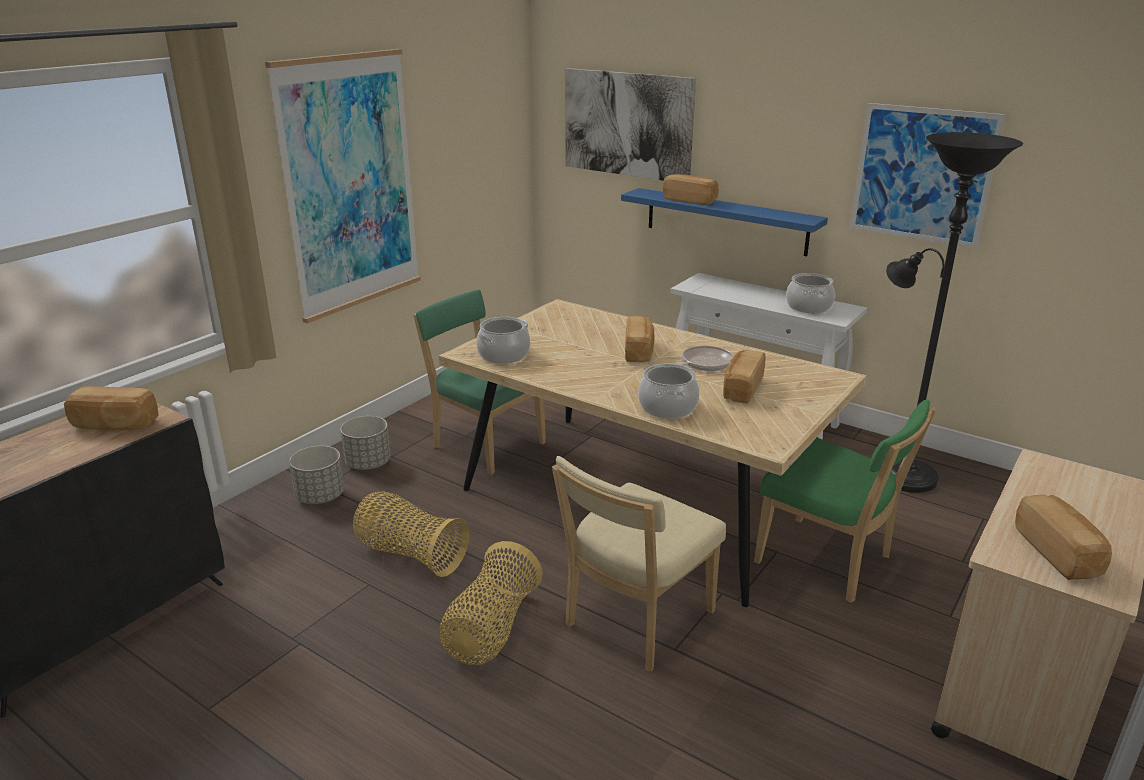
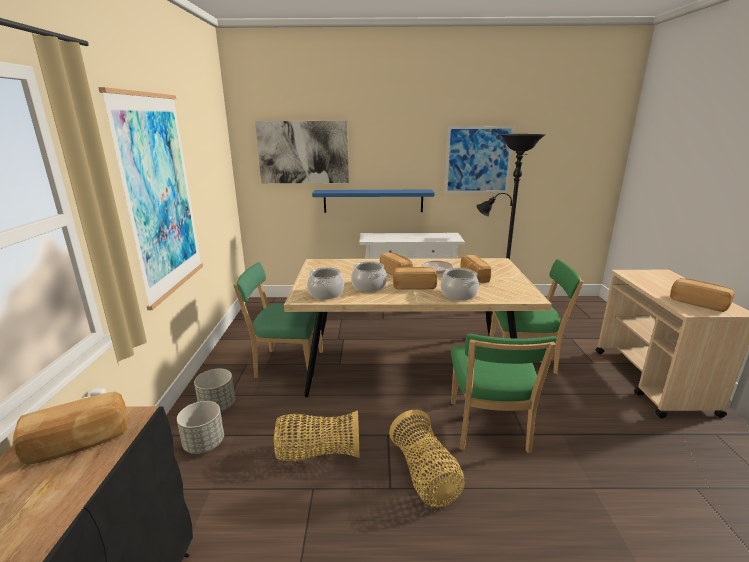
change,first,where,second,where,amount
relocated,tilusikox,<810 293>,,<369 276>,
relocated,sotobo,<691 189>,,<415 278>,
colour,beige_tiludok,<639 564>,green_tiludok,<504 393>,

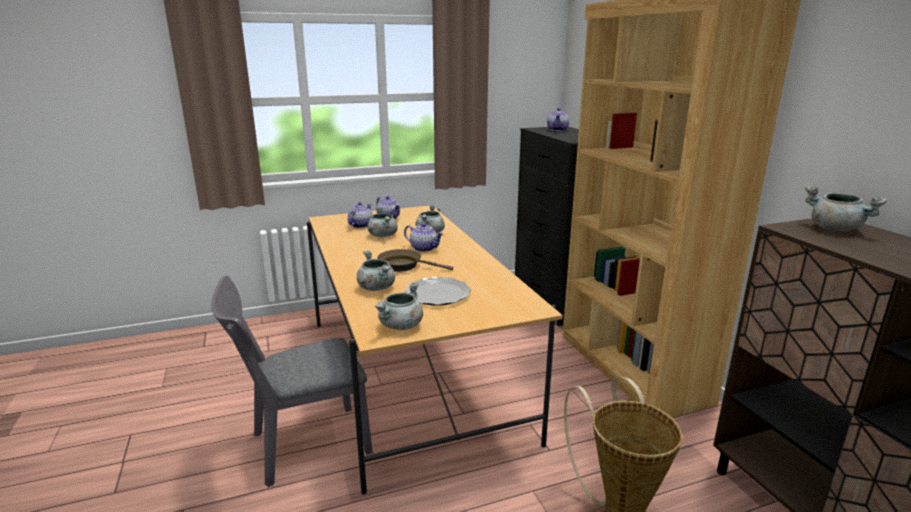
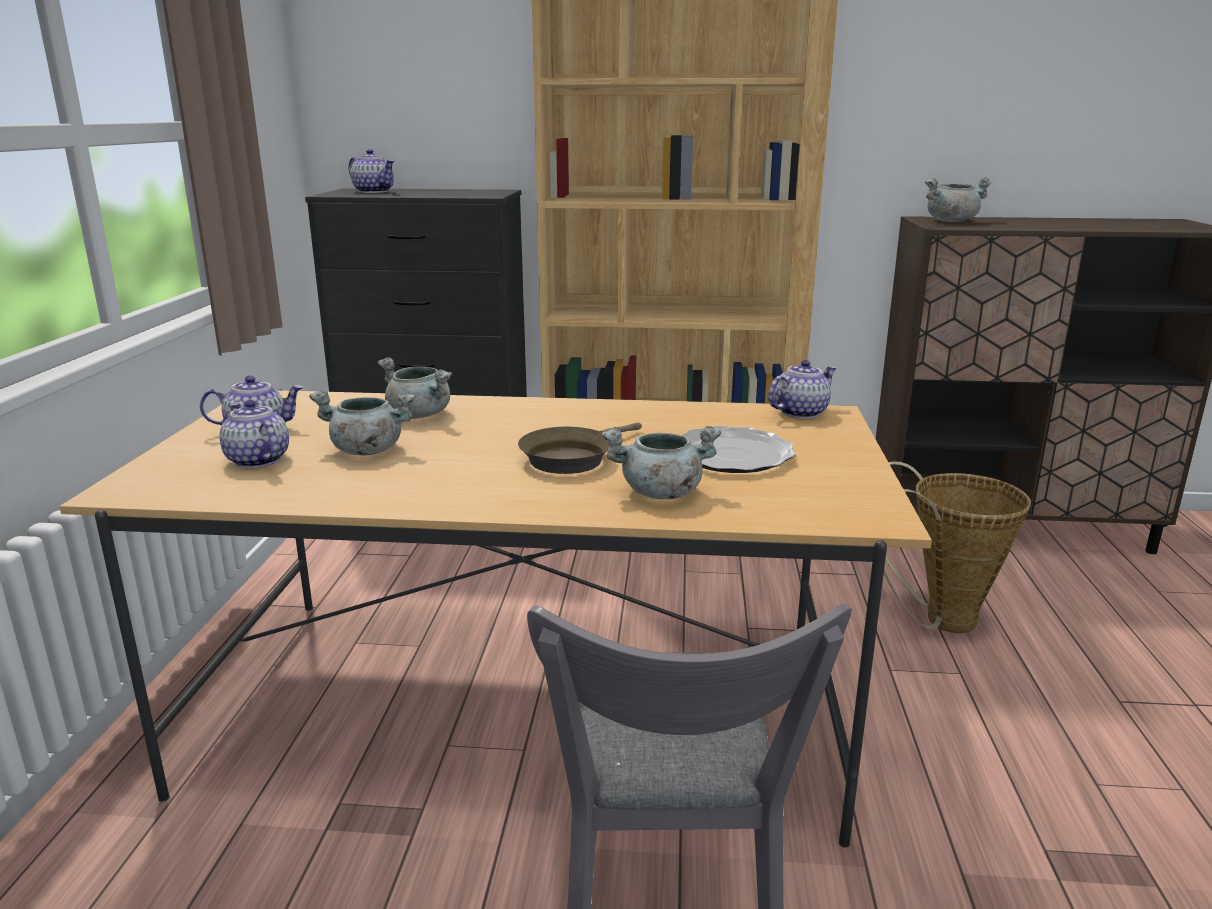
change,first,where,second,where,amount
relocated,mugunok,<424 237>,,<802 389>,
missing,grey_tilusikox,<399 306>,,,

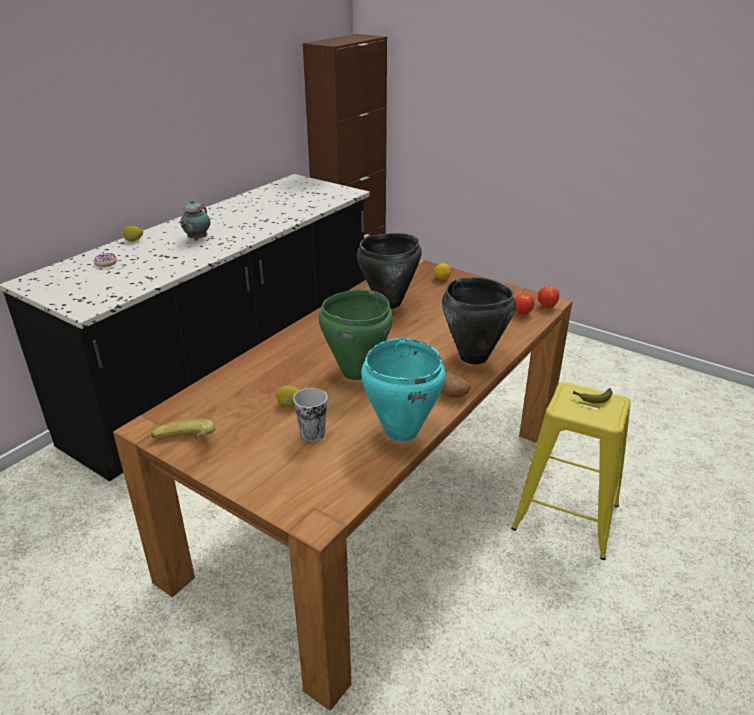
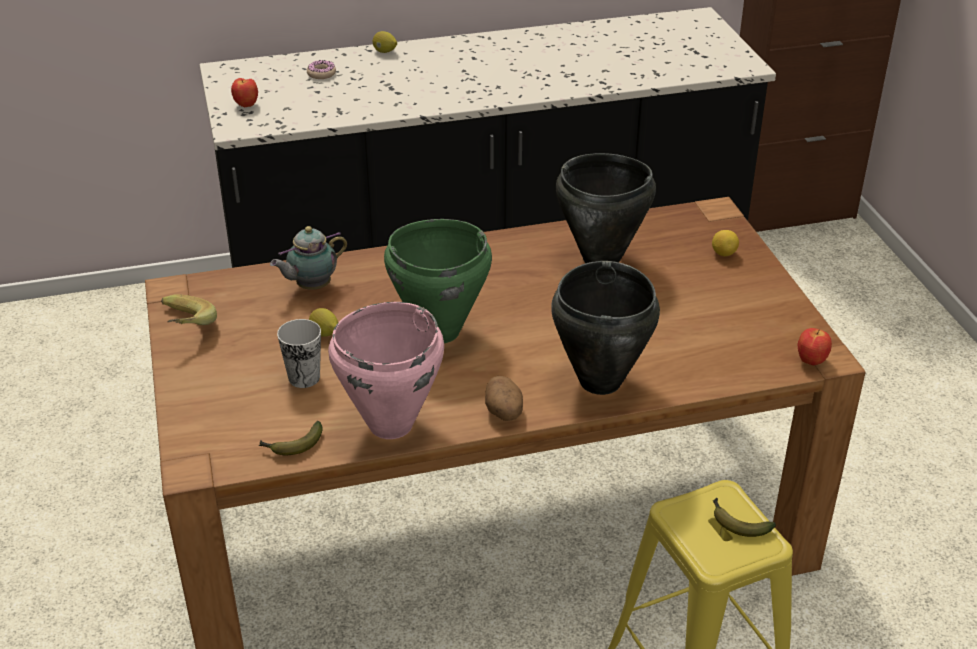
change,first,where,second,where,amount
relocated,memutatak,<524 304>,,<244 92>,
appeared,,,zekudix,<290 438>,
relocated,mugunok,<195 219>,,<308 258>,
colour,turquoise_tilusikox,<403 390>,pink_tilusikox,<386 370>,

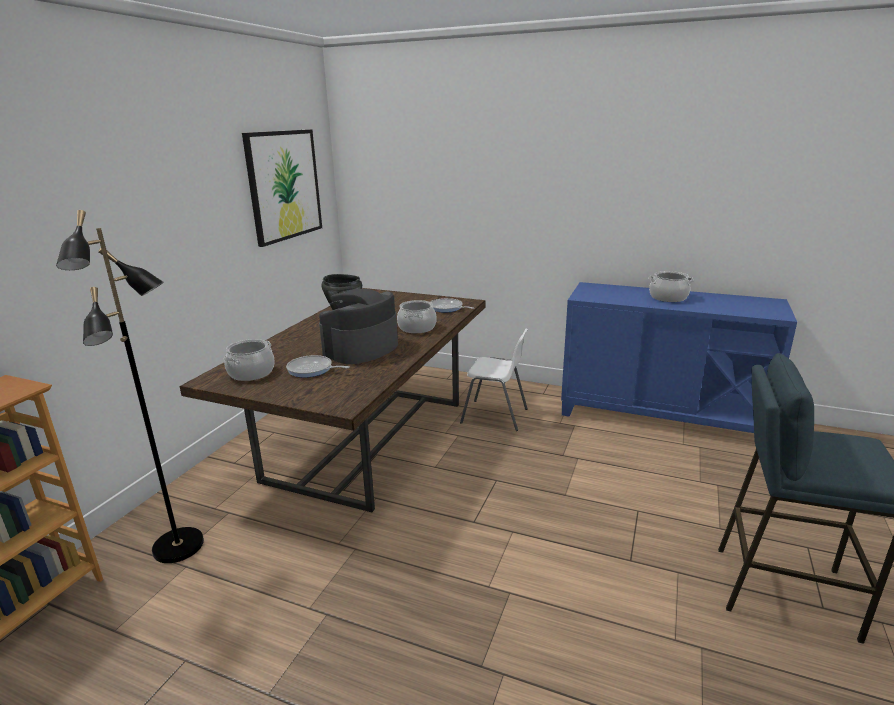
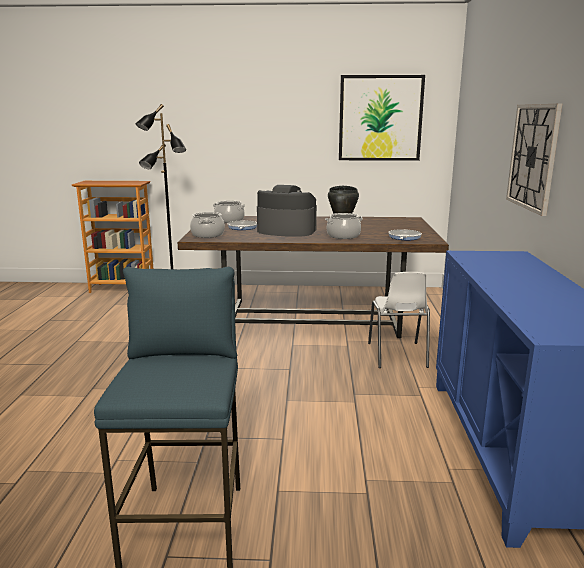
change,first,where,second,where,amount
relocated,tilusikox,<671 286>,,<207 225>,
appeared,,,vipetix,<534 160>,

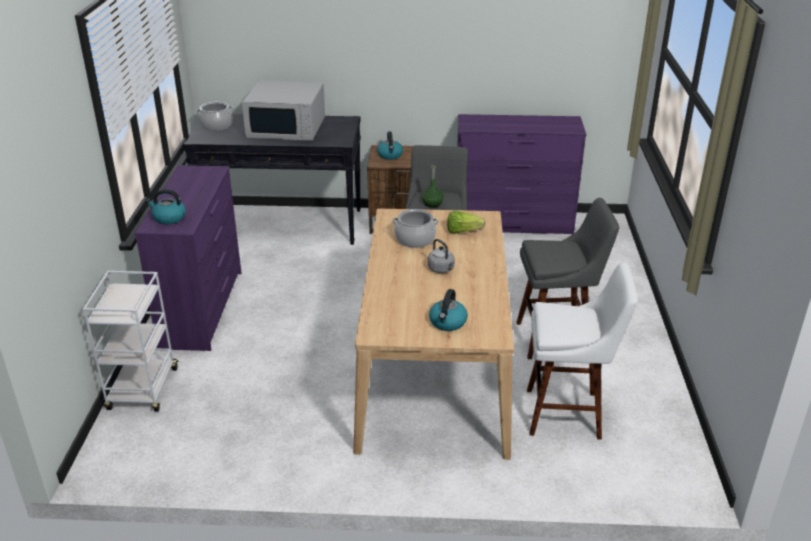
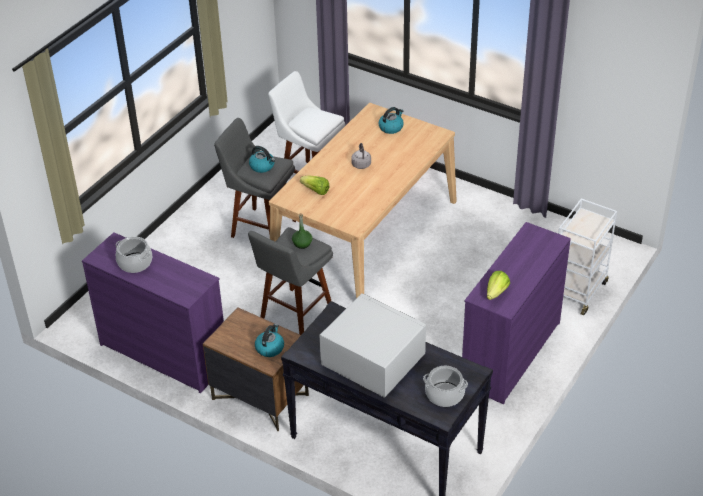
change,first,where,second,where,amount
relocated,tilusikox,<415 228>,,<134 255>,
relocated,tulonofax,<166 206>,,<262 159>,
appeared,,,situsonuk,<498 285>,

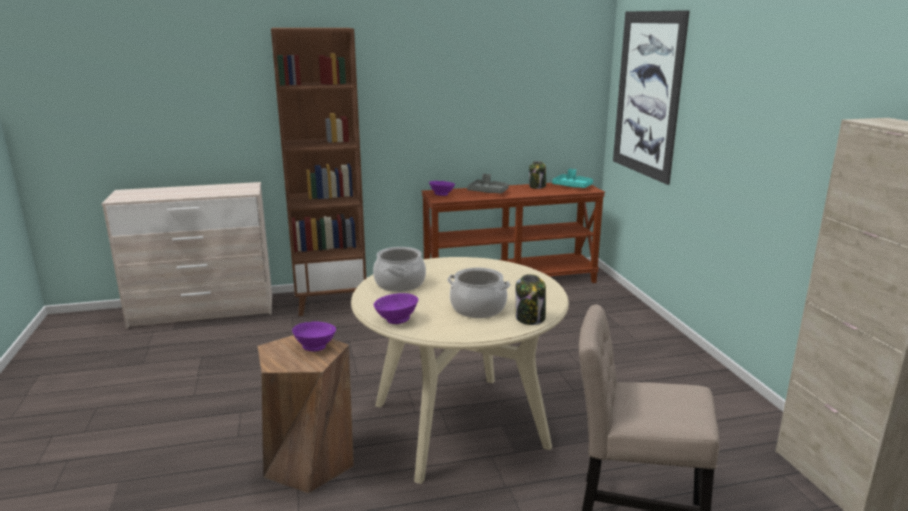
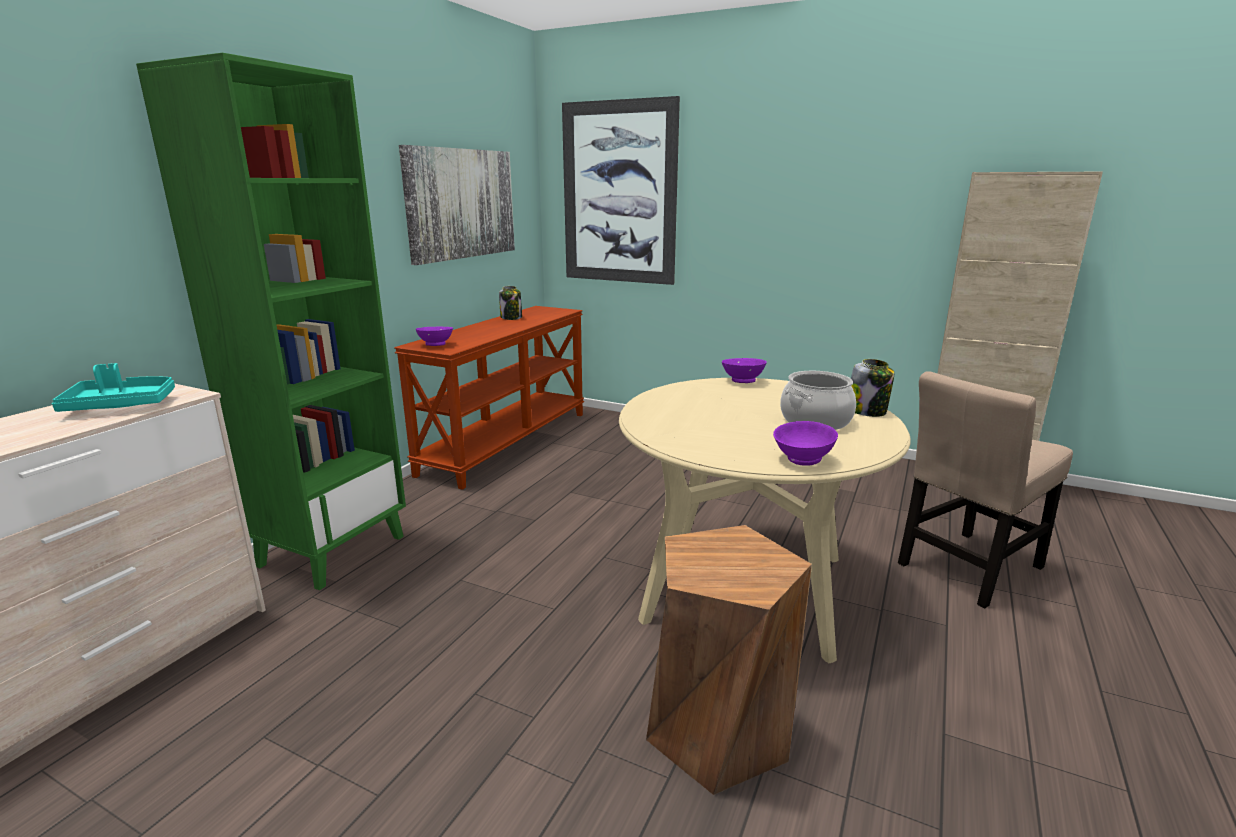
change,first,where,second,where,amount
relocated,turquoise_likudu,<572 178>,,<113 387>,
colour,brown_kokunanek,<318 172>,green_kokunanek,<271 321>,
appeared,,,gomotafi,<457 205>,
relocated,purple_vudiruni,<314 336>,,<744 370>,
missing,tilusikox,<399 269>,,,
missing,grey_likudu,<488 183>,,,

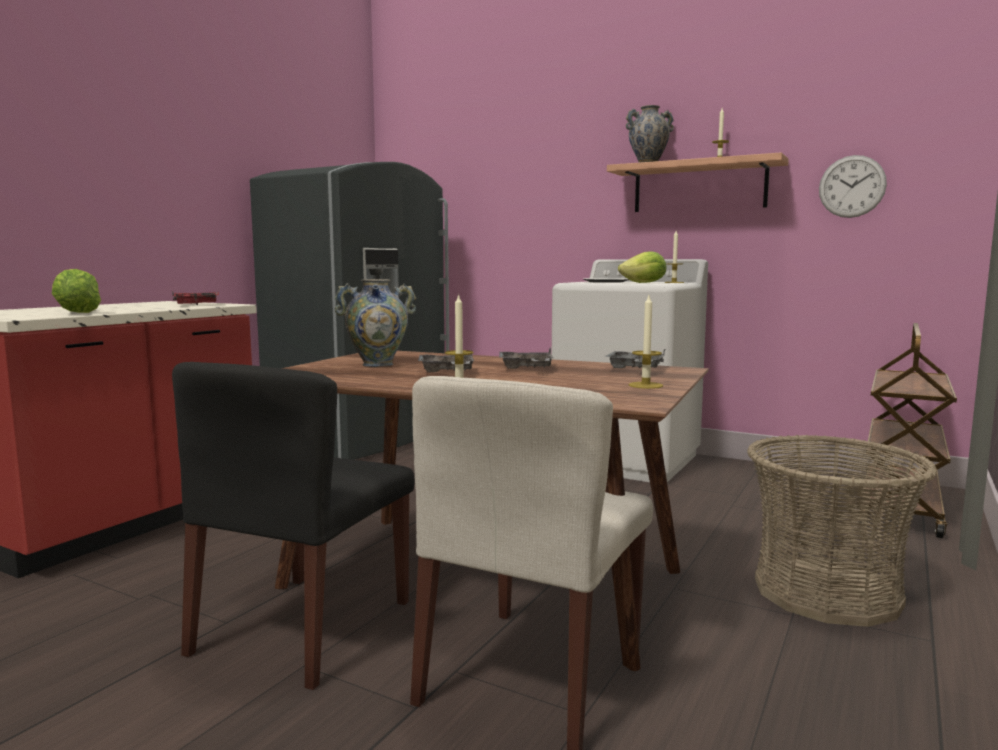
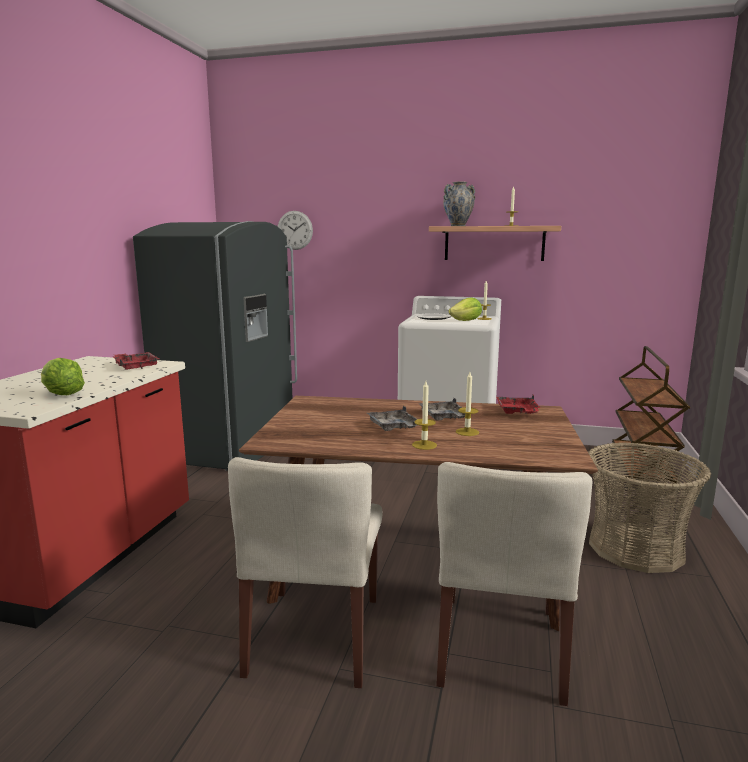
change,first,where,second,where,amount
colour,black_tiludok,<293 526>,beige_tiludok,<305 572>,
relocated,vipetix,<853 186>,,<295 230>,
relocated,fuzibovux,<646 342>,,<467 404>,
colour,grey_likudu,<634 358>,red_likudu,<518 404>,
missing,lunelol,<375 323>,,,

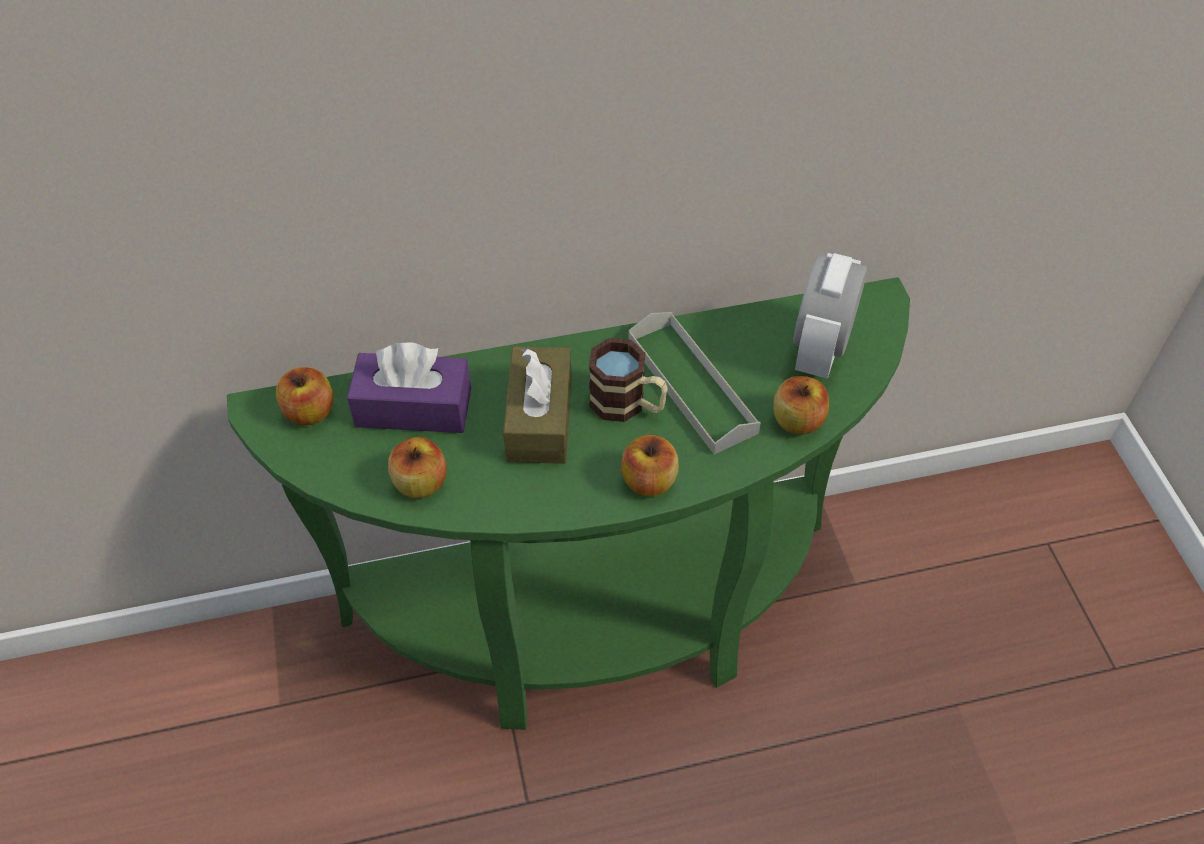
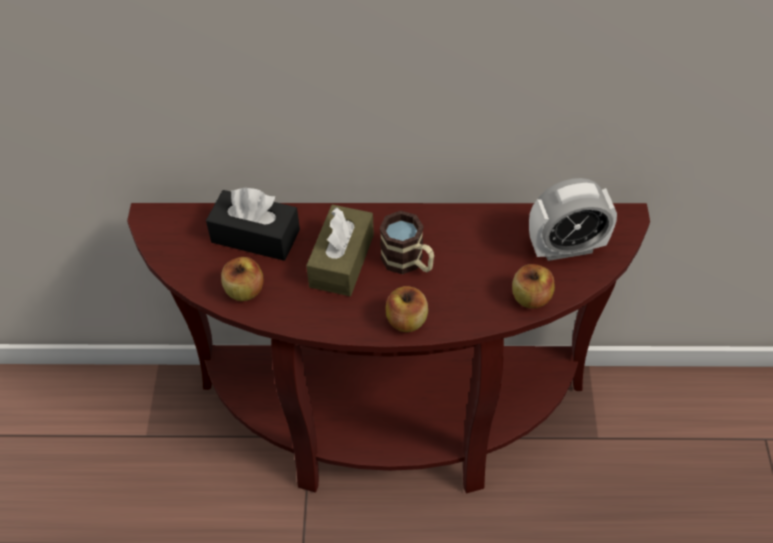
change,first,where,second,where,amount
colour,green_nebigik,<568 503>,brown_nebigik,<388 348>,
colour,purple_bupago,<409 388>,black_bupago,<253 224>,
spun,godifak,<830 316>,,<573 219>,135 degrees counterclockwise
missing,memutatak,<304 396>,,,
missing,grey_likudu,<694 383>,,,

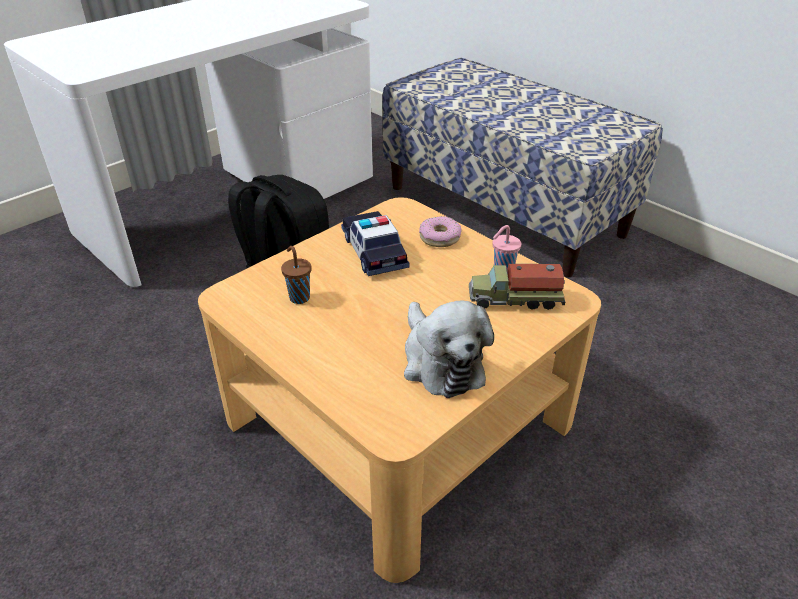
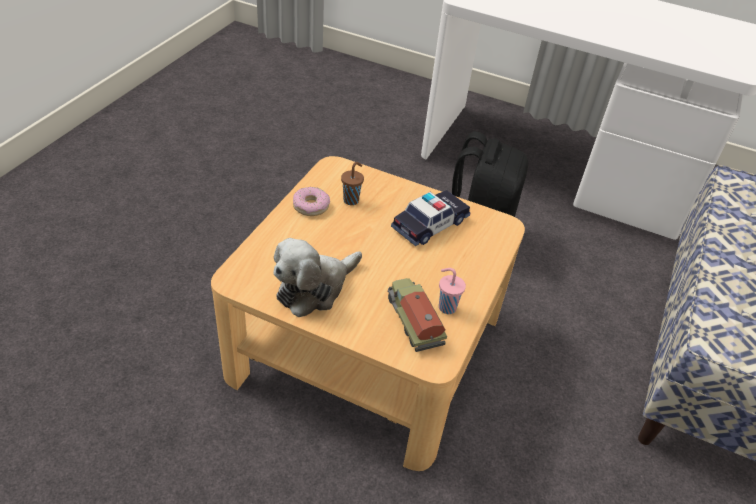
change,first,where,second,where,amount
relocated,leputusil,<440 231>,,<311 201>,

